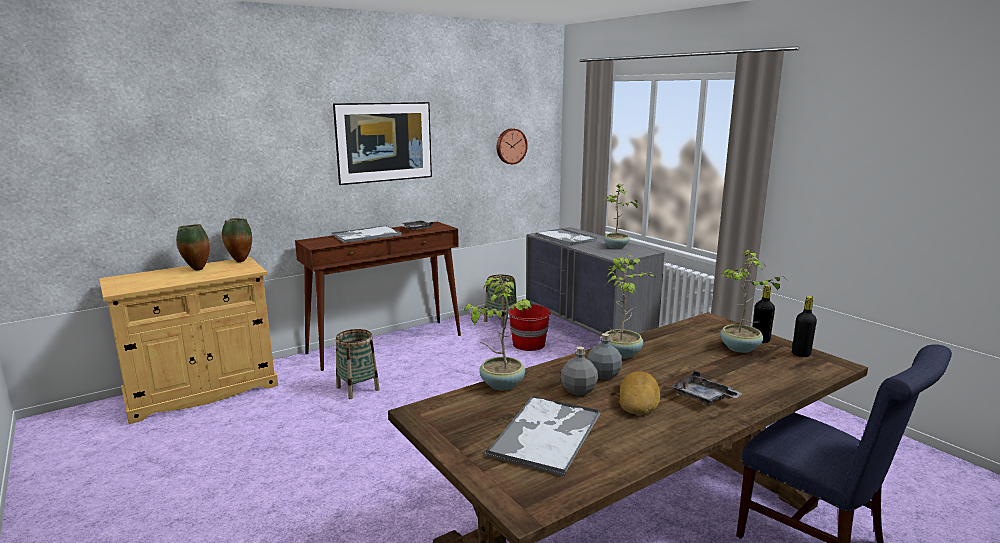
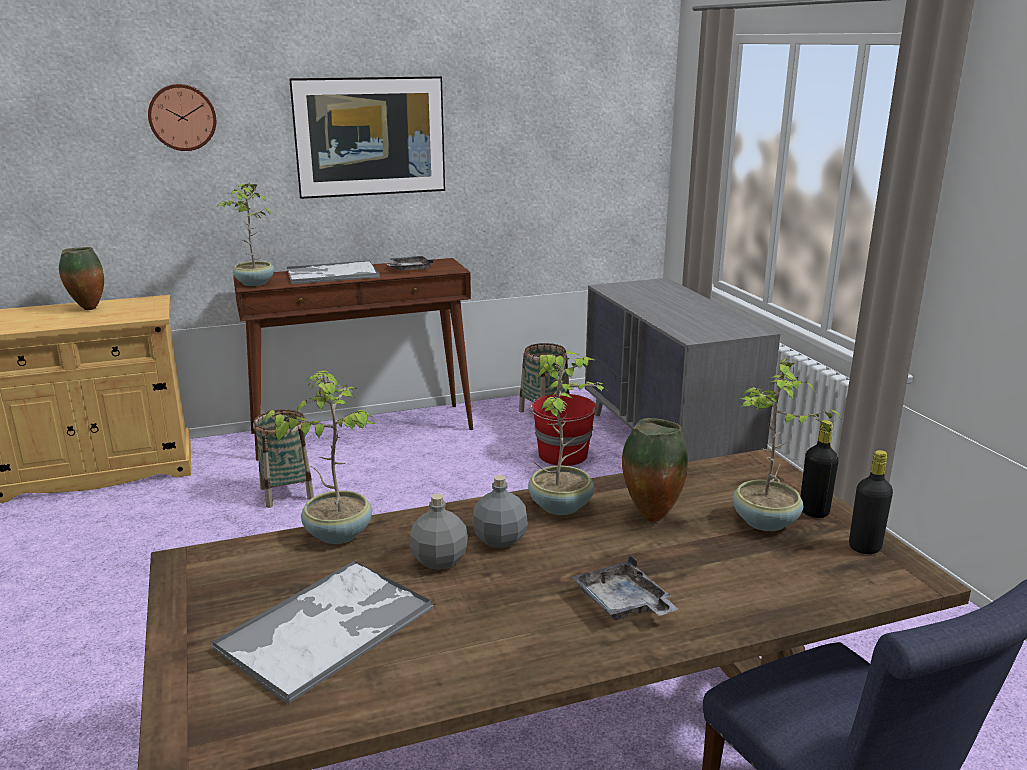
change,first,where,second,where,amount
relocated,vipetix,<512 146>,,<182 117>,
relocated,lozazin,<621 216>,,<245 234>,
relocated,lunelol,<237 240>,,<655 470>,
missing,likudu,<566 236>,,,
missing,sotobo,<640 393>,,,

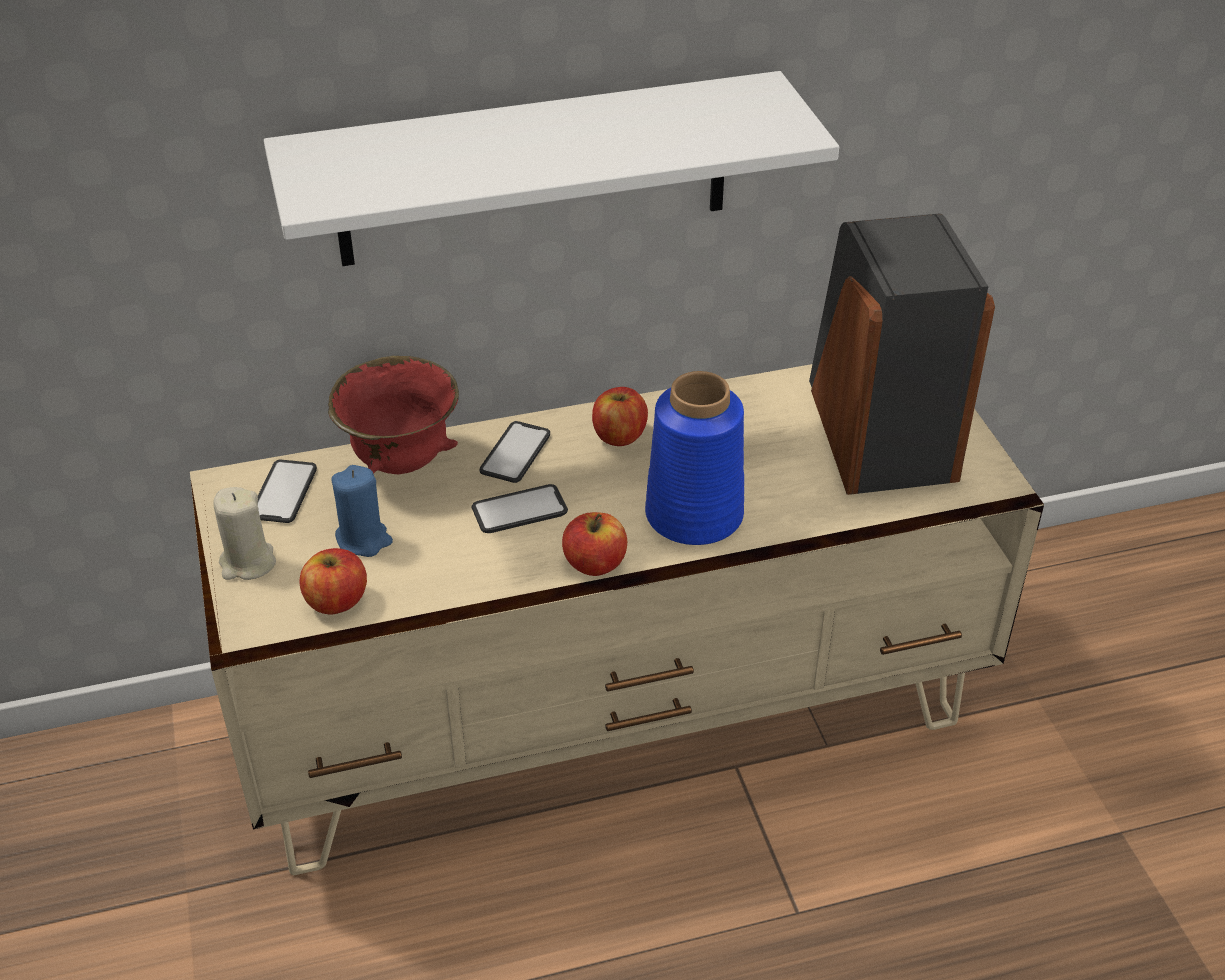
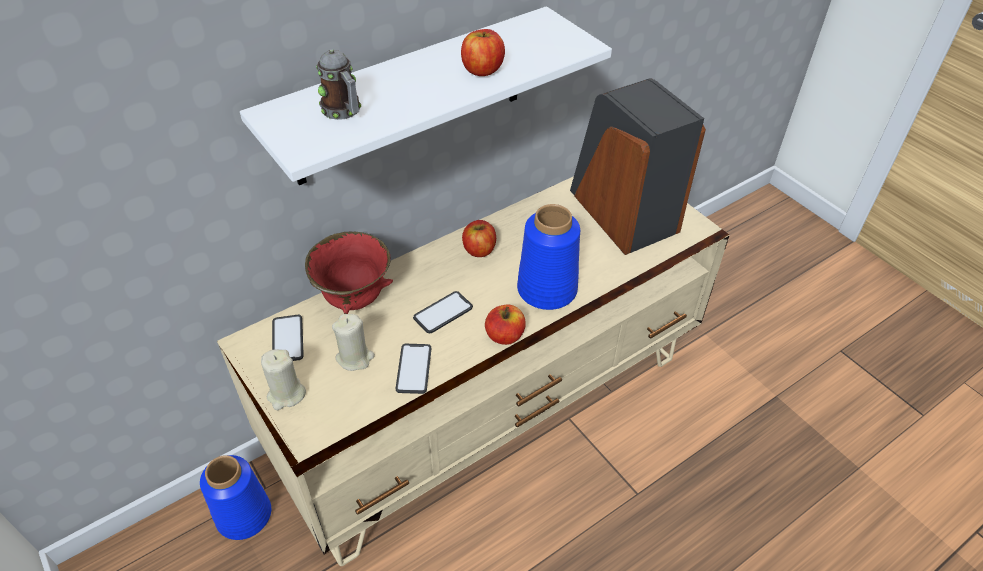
change,first,where,second,where,amount
appeared,,,blue_lunelol,<235 497>,
appeared,,,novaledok,<338 84>,
colour,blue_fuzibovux,<362 511>,beige_fuzibovux,<353 342>,
relocated,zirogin,<515 452>,,<413 369>,
relocated,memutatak,<333 581>,,<483 52>,

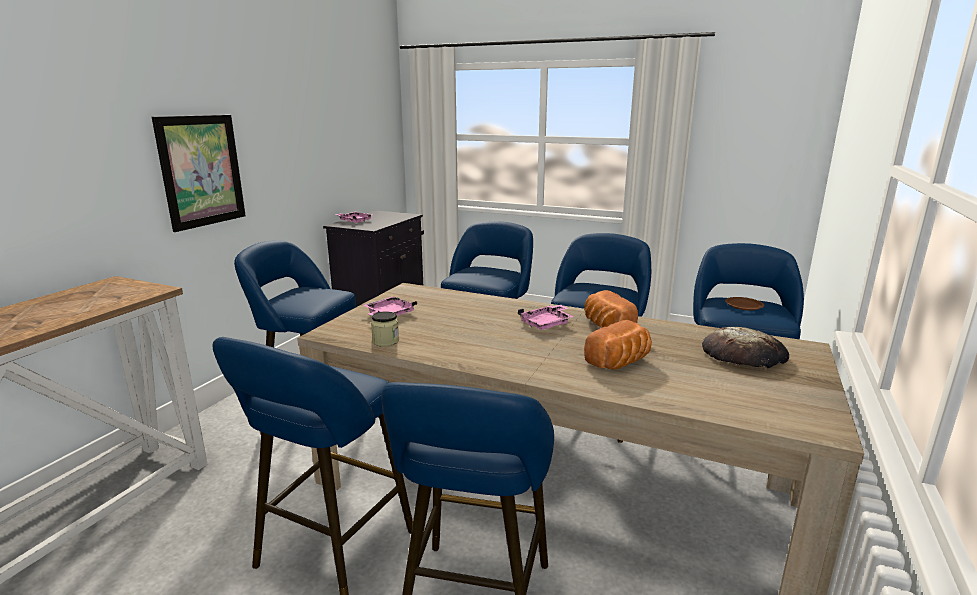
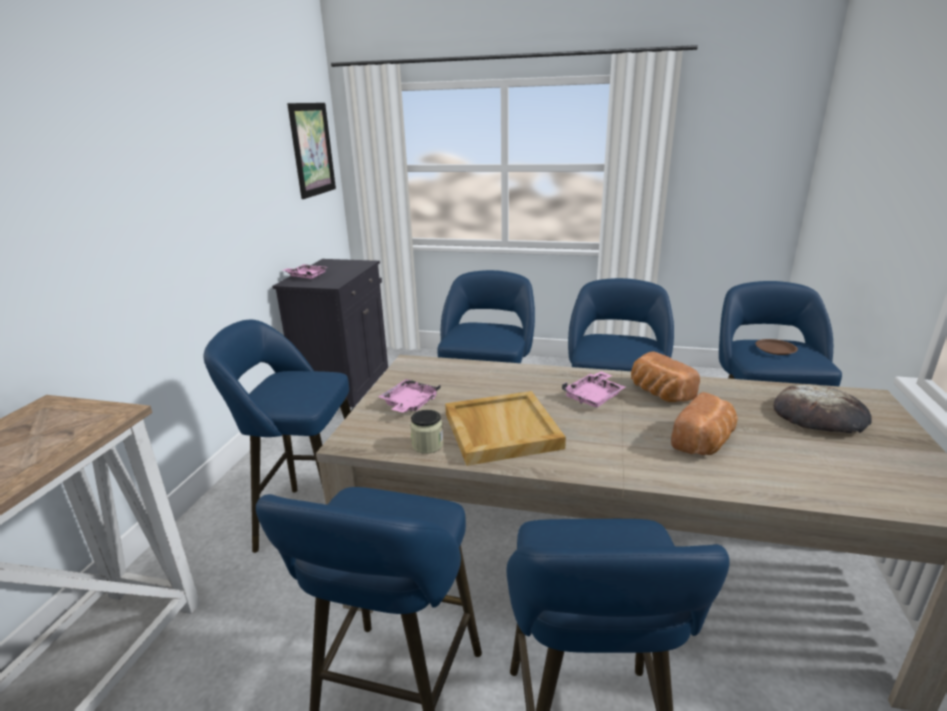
change,first,where,second,where,amount
relocated,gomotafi,<199 173>,,<311 151>,
appeared,,,beige_likudu,<505 428>,

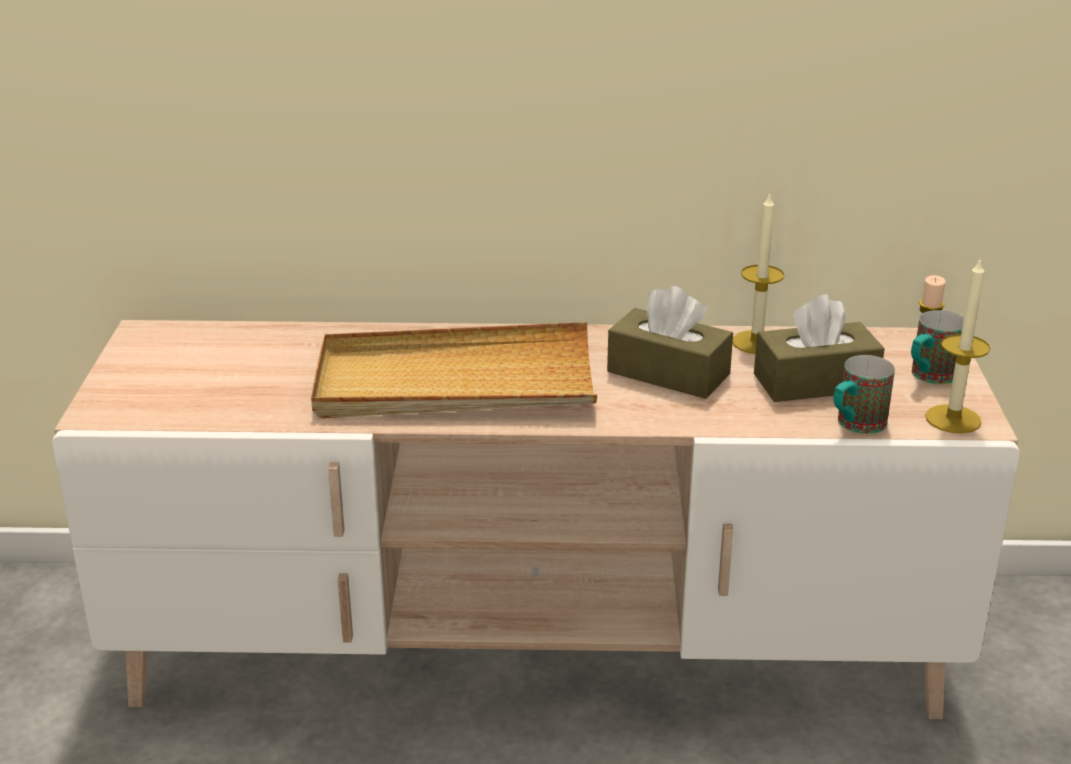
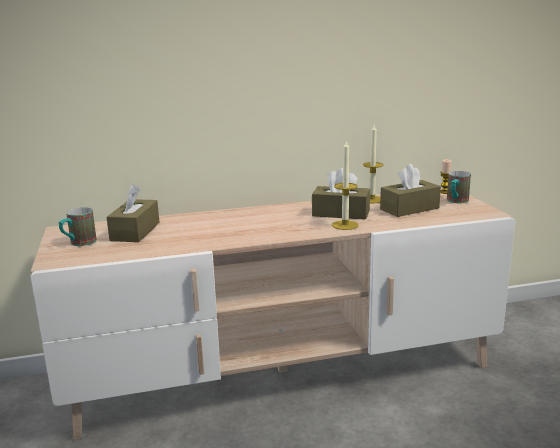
change,first,where,second,where,amount
relocated,novaledok,<864 394>,,<78 226>,
appeared,,,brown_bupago,<133 213>,
relocated,fuzibovux,<957 345>,,<345 184>,
missing,beige_likudu,<454 370>,,,

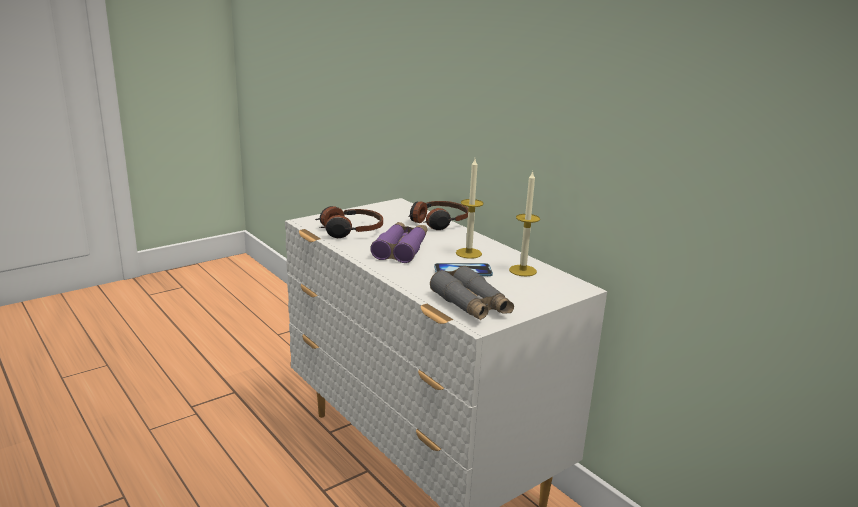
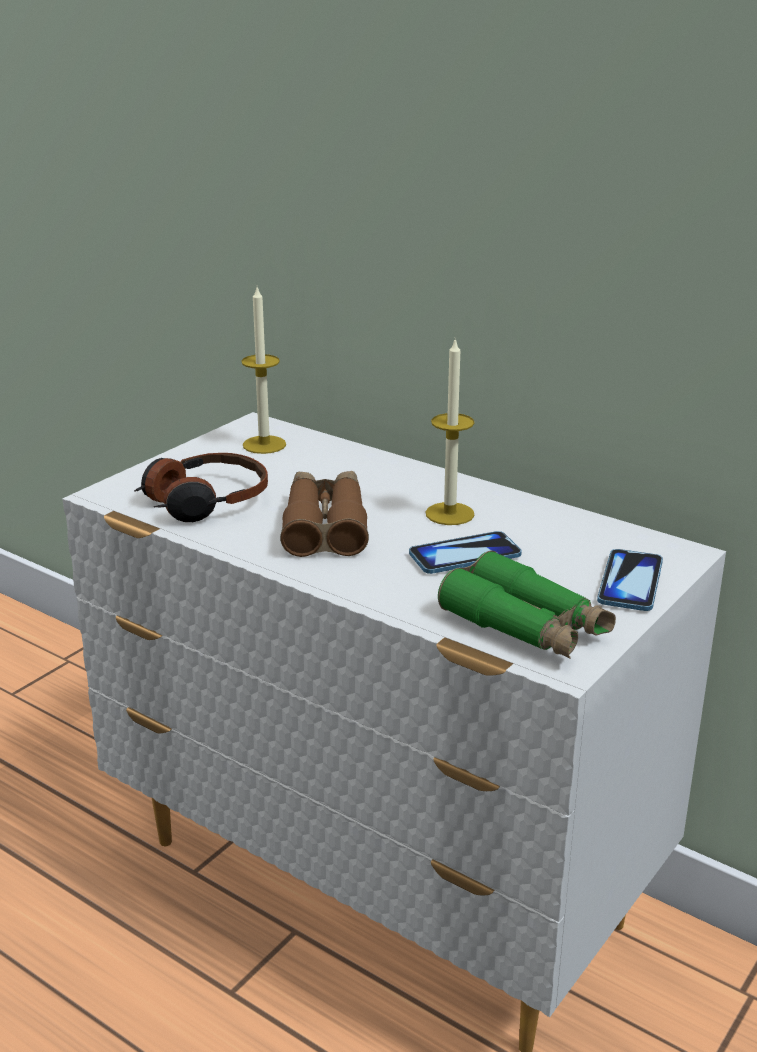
change,first,where,second,where,amount
relocated,fuzibovux,<524 223>,,<263 370>,
colour,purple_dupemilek,<399 242>,brown_dupemilek,<324 514>,
colour,grey_dupemilek,<472 293>,green_dupemilek,<527 604>,
appeared,,,zirogin,<630 580>,
missing,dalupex,<438 215>,,,

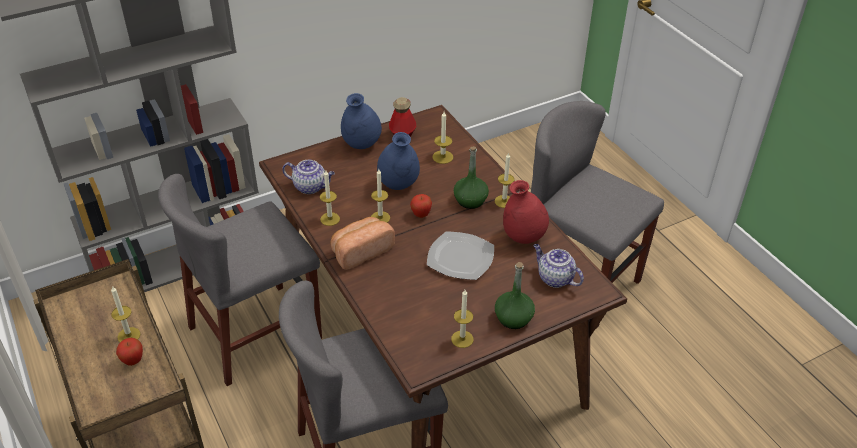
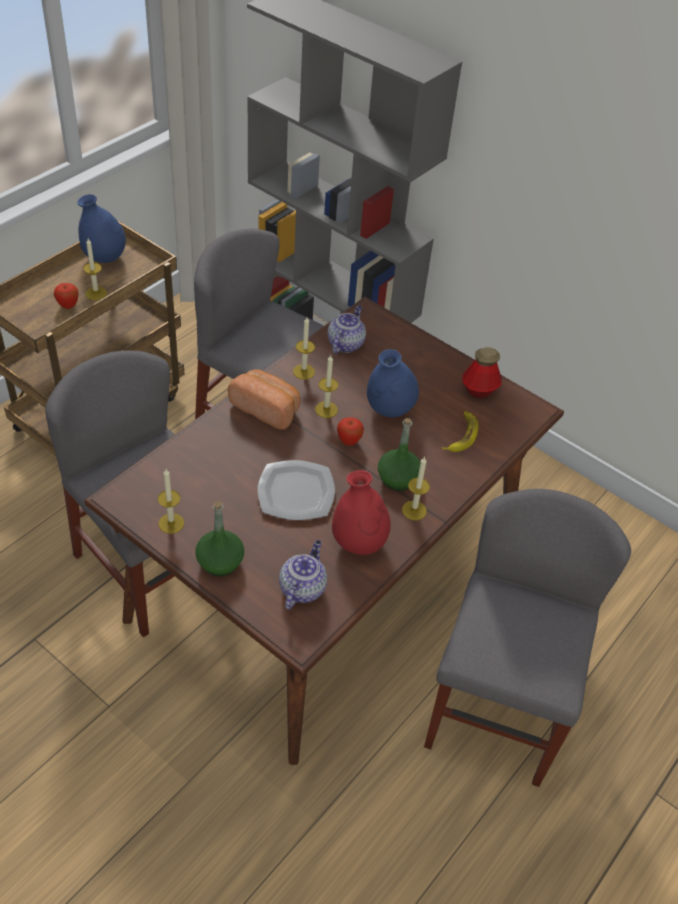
change,first,where,second,where,amount
relocated,blue_lunelol,<361 121>,,<102 228>,
spun,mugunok,<308 177>,,<347 329>,150 degrees counterclockwise
exchanged,fuzibovux,<442 138>,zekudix,<460 431>,

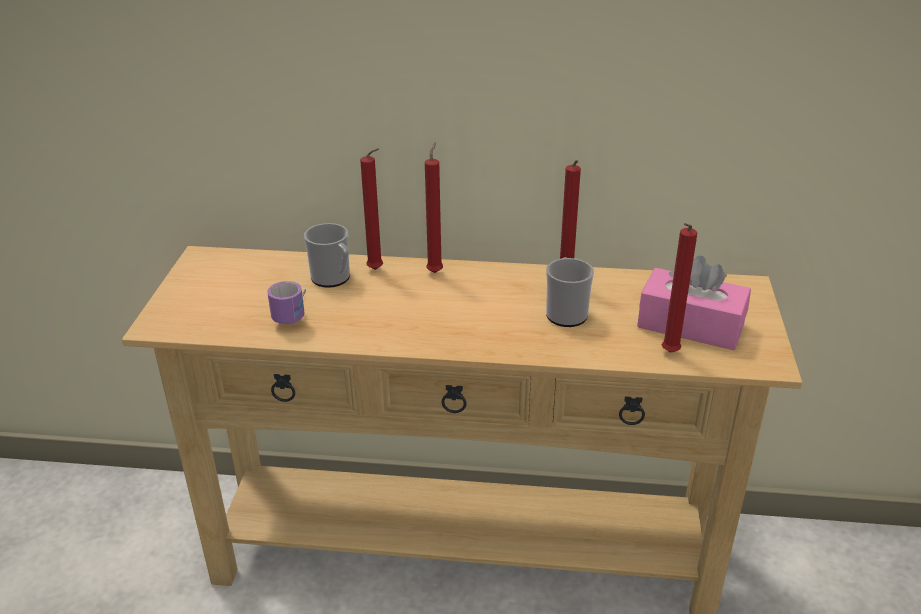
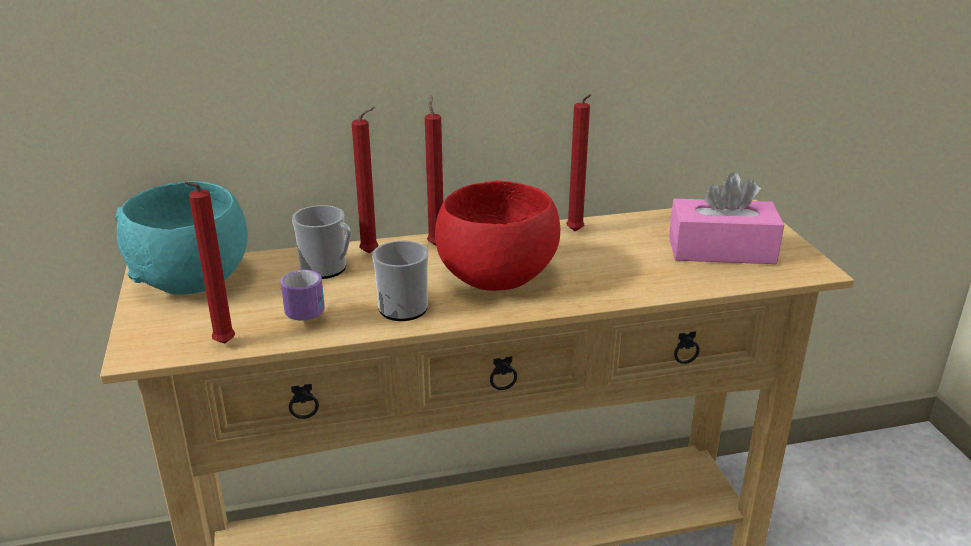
change,first,where,second,where,amount
appeared,,,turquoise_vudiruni,<181 238>,
relocated,red_fuzibovux,<679 288>,,<210 263>,
relocated,novaledok,<570 292>,,<400 281>,
appeared,,,red_vudiruni,<497 235>,

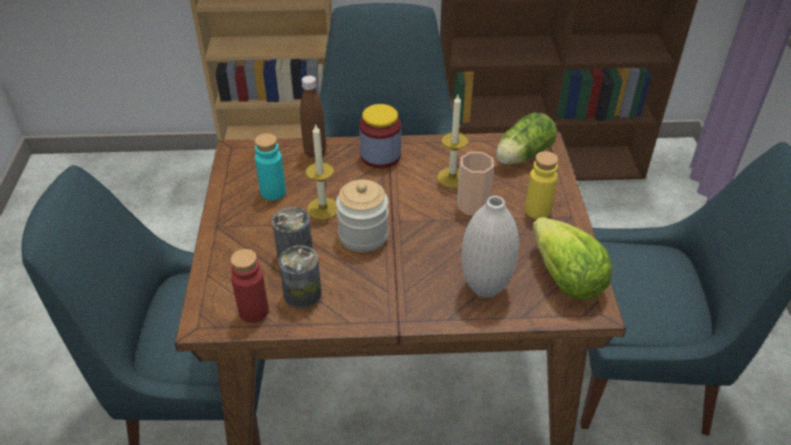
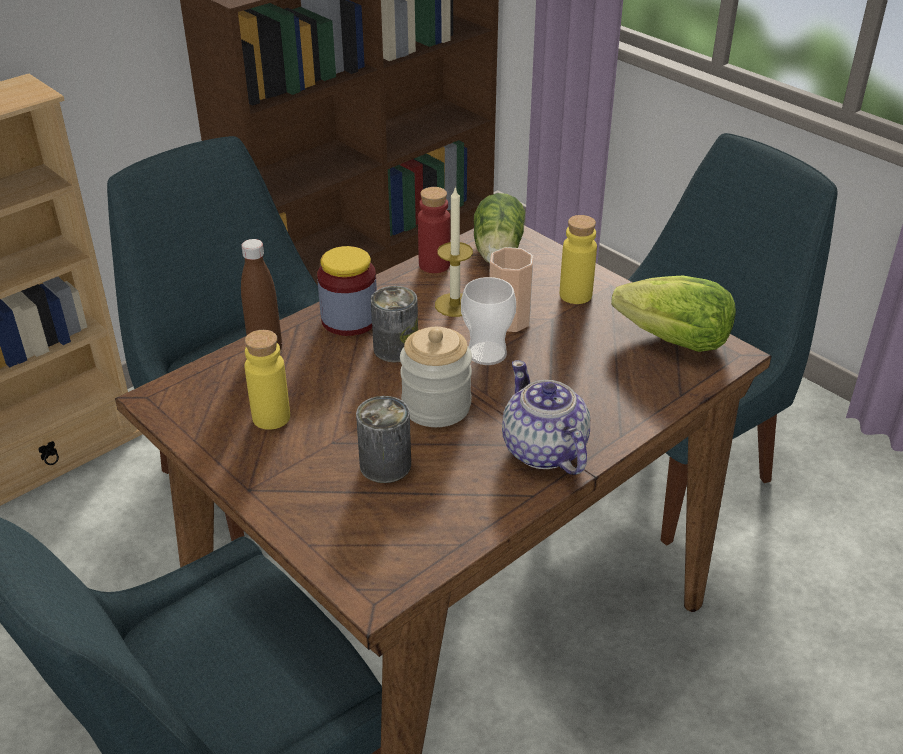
change,first,where,second,where,amount
colour,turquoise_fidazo,<270 166>,yellow_fidazo,<267 380>,
relocated,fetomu,<300 277>,,<394 324>,
relocated,red_fidazo,<249 286>,,<434 230>,
appeared,,,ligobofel,<488 321>,
appeared,,,mugunok,<546 417>,
missing,fuzibovux,<321 171>,,,
missing,white_lunelol,<490 247>,,,

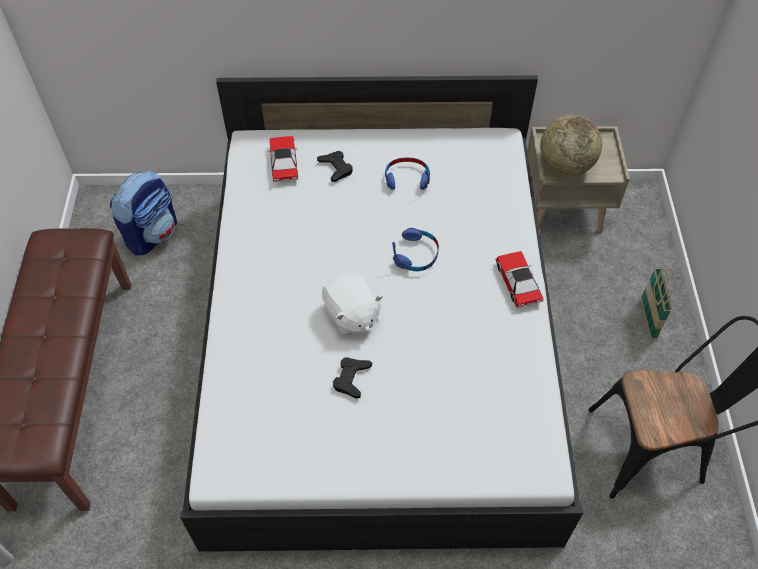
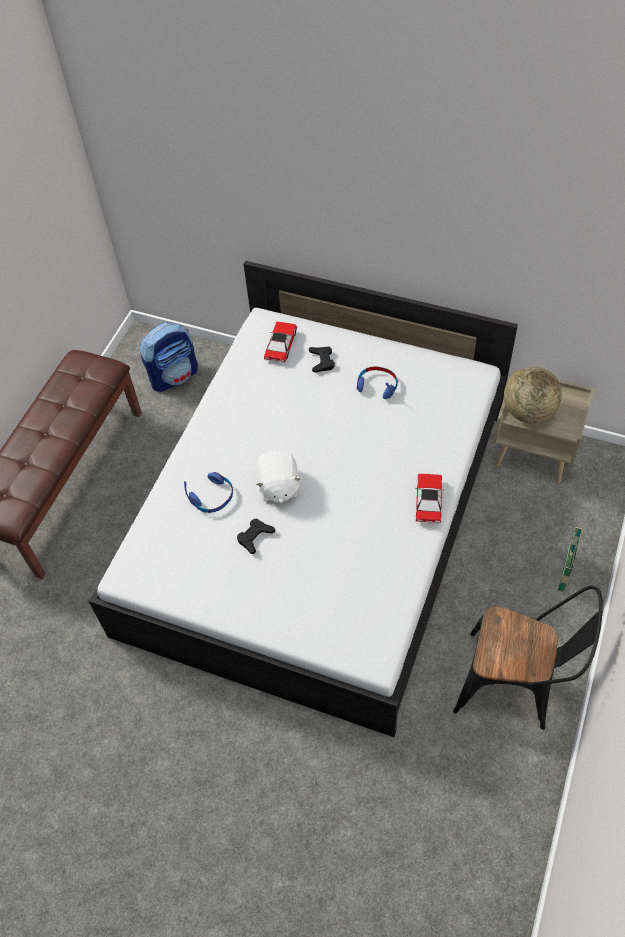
change,first,where,second,where,amount
relocated,blue_dalupex,<415 249>,,<208 492>,

